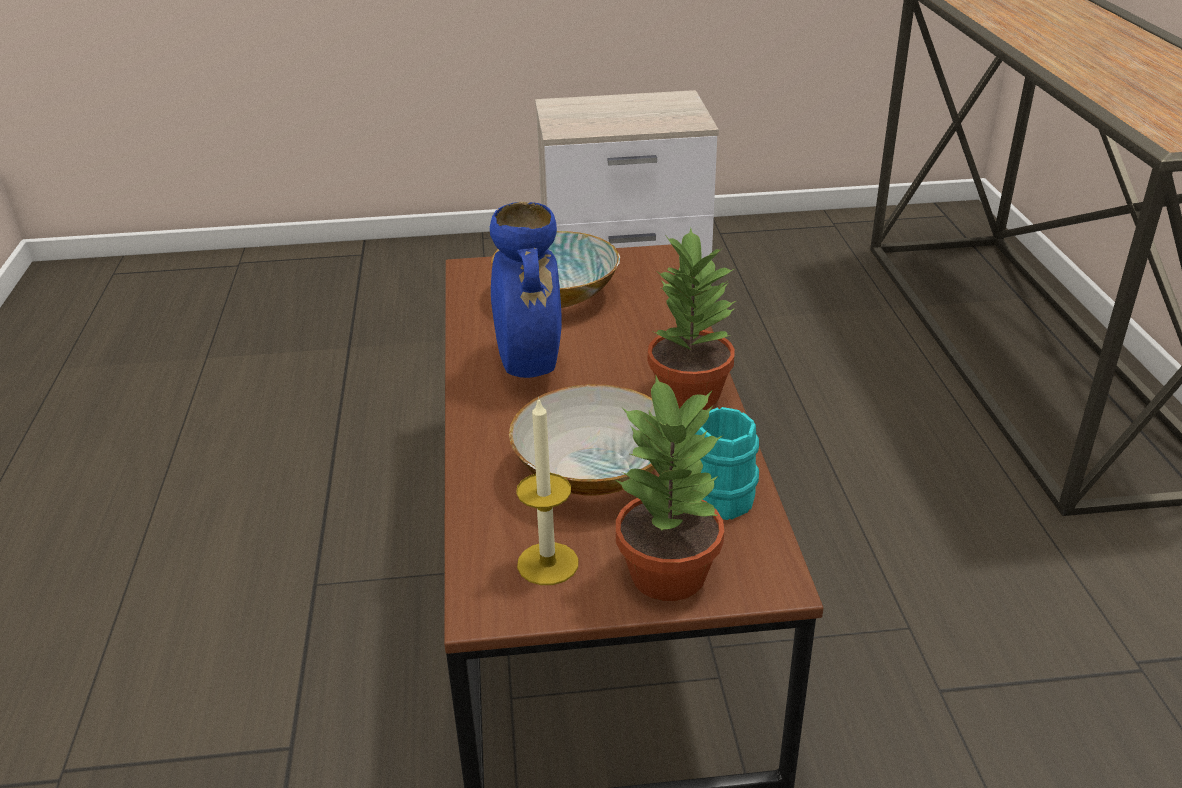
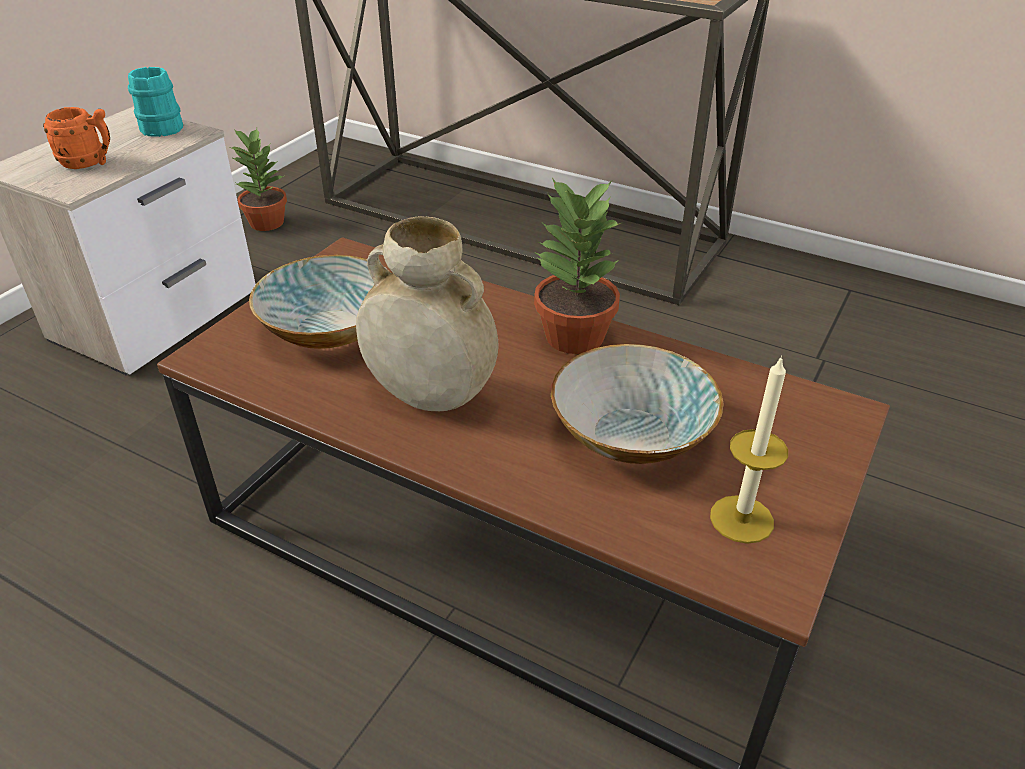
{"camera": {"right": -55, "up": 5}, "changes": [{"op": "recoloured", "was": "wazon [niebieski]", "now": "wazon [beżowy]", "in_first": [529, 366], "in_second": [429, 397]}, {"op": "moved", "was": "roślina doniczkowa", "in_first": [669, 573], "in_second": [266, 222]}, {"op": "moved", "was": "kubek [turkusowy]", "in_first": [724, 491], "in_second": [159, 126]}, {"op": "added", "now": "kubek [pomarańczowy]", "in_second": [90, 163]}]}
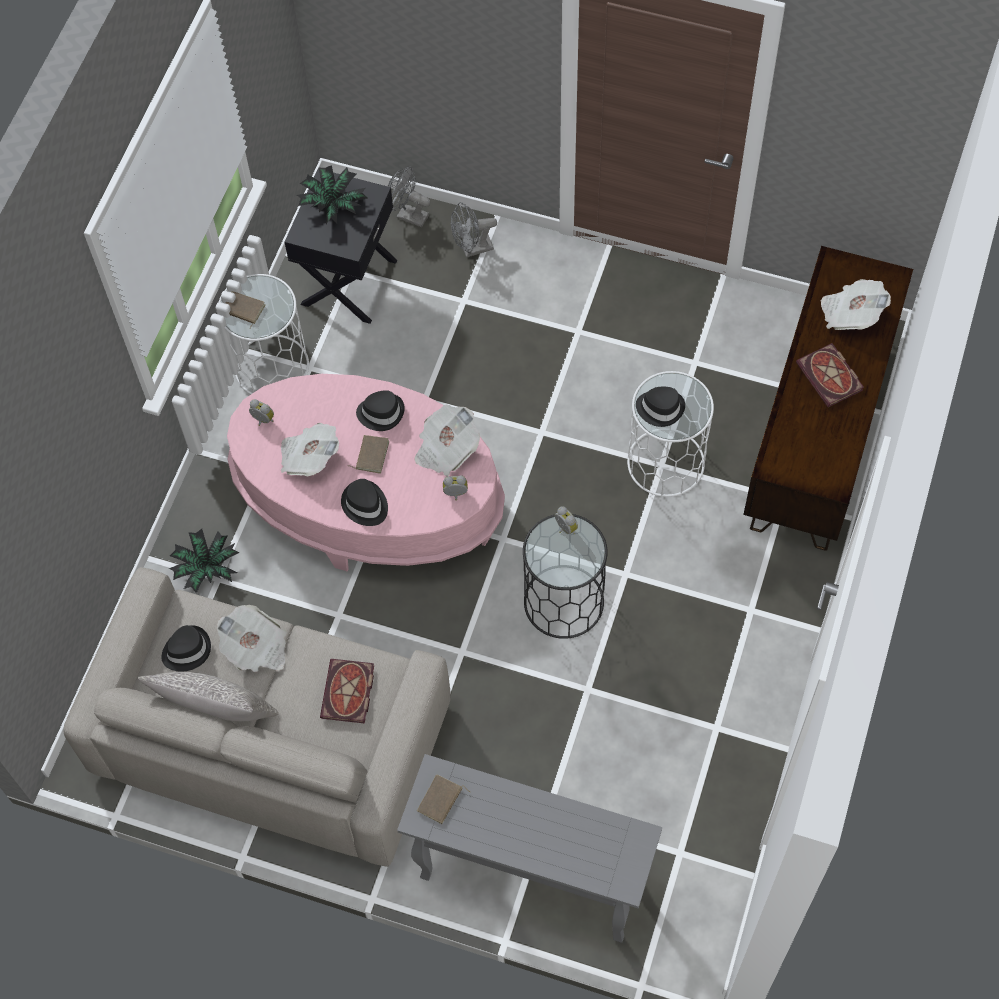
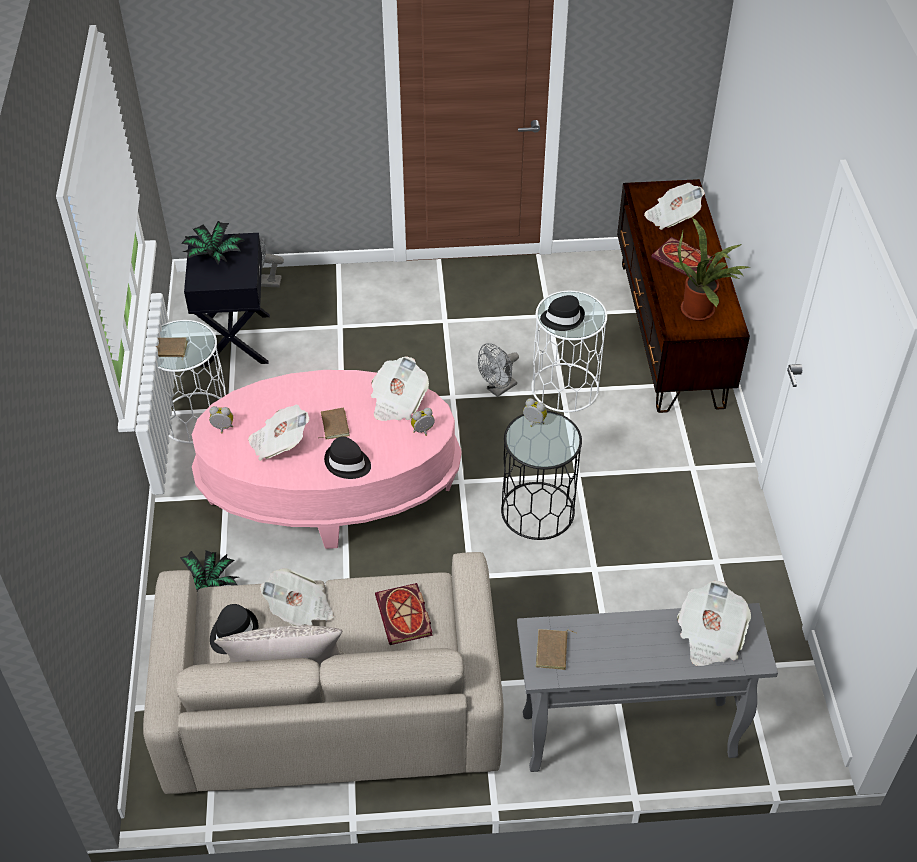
{"camera": {"right": -25, "up": -15}, "changes": [{"op": "moved", "was": "wentylator [szary]", "in_first": [472, 249], "in_second": [498, 389]}, {"op": "removed", "was": "kapelusz [czarny]", "in_first": [381, 412]}, {"op": "added", "now": "roślina doniczkowa", "in_second": [701, 310]}, {"op": "added", "now": "gazeta", "in_second": [709, 636]}]}
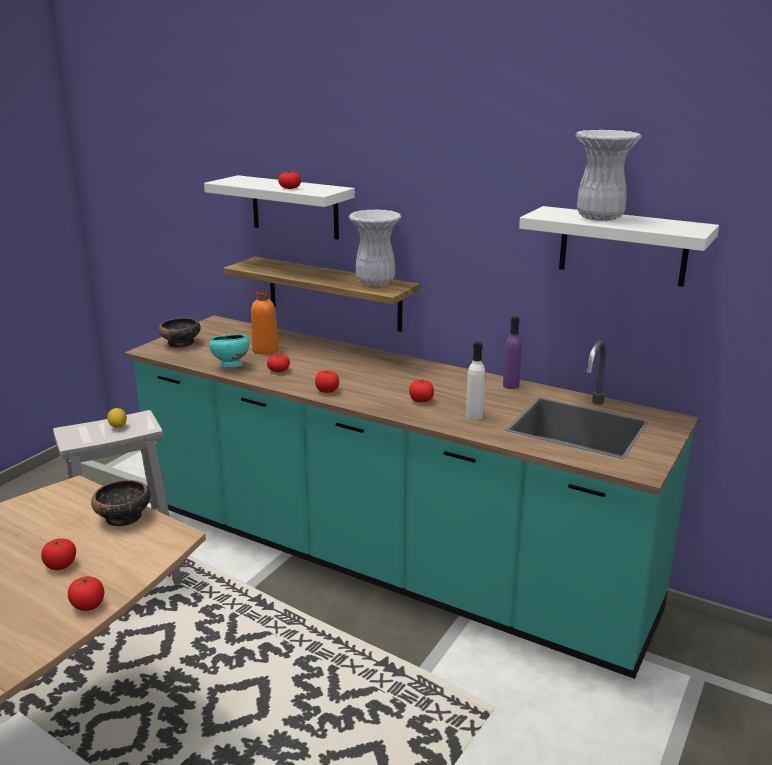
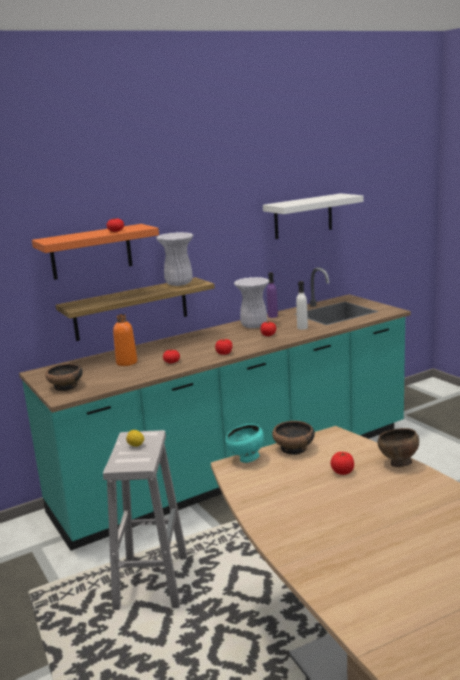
{"camera": {"right": -60, "up": -5}, "changes": [{"op": "moved", "was": "wazon [biały]", "in_first": [598, 218], "in_second": [254, 326]}, {"op": "recoloured", "was": "półka [biały]", "now": "półka [pomarańczowy]", "in_first": [294, 207], "in_second": [91, 252]}, {"op": "moved", "was": "miska [turkusowy]", "in_first": [230, 366], "in_second": [246, 459]}, {"op": "replaced", "was": "pomidor", "now": "miska [brązowy]", "in_first": [88, 605], "in_second": [398, 464]}]}
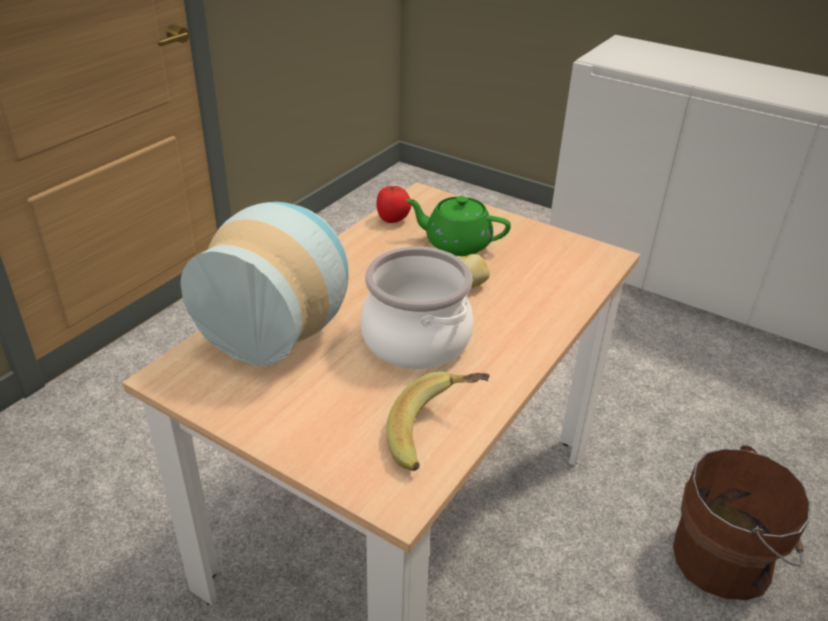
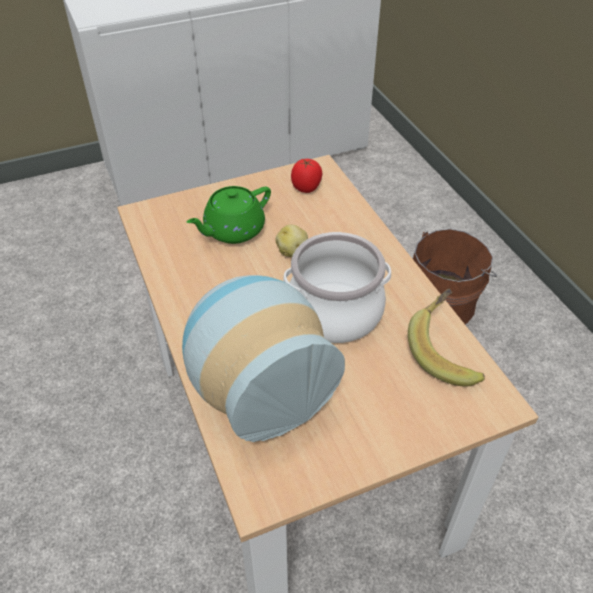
{"camera": {"right": -55, "up": 10}, "changes": [{"op": "moved", "was": "pomidor", "in_first": [393, 219], "in_second": [306, 188]}]}
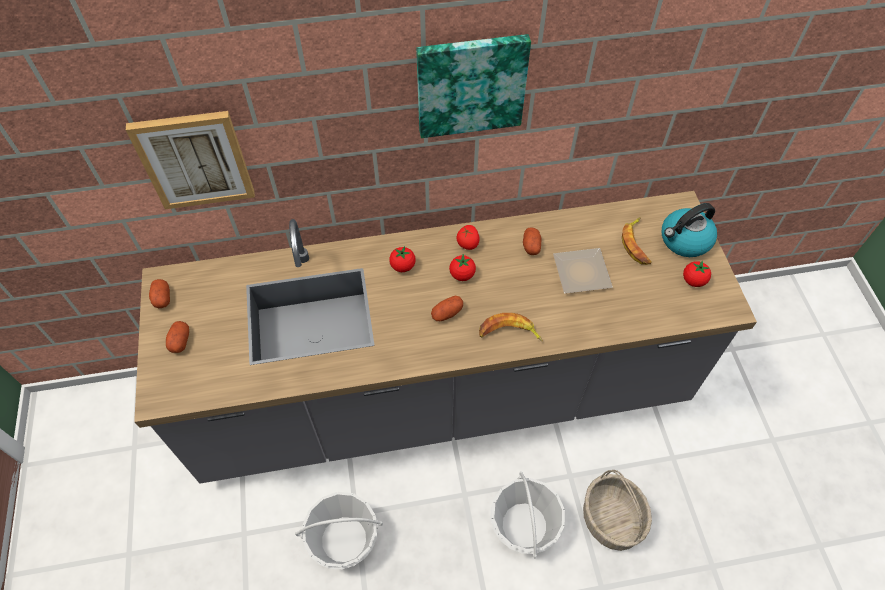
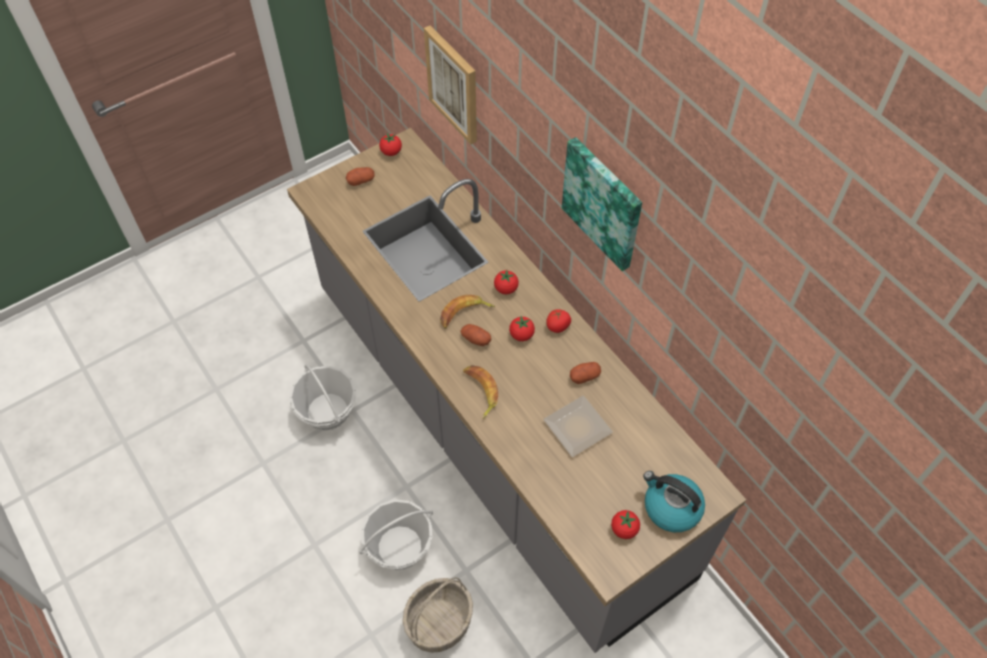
{"camera": {"right": 65, "up": 0}, "changes": [{"op": "moved", "was": "banan", "in_first": [636, 244], "in_second": [464, 314]}, {"op": "replaced", "was": "ziemniak", "now": "pomidor", "in_first": [162, 298], "in_second": [391, 152]}]}
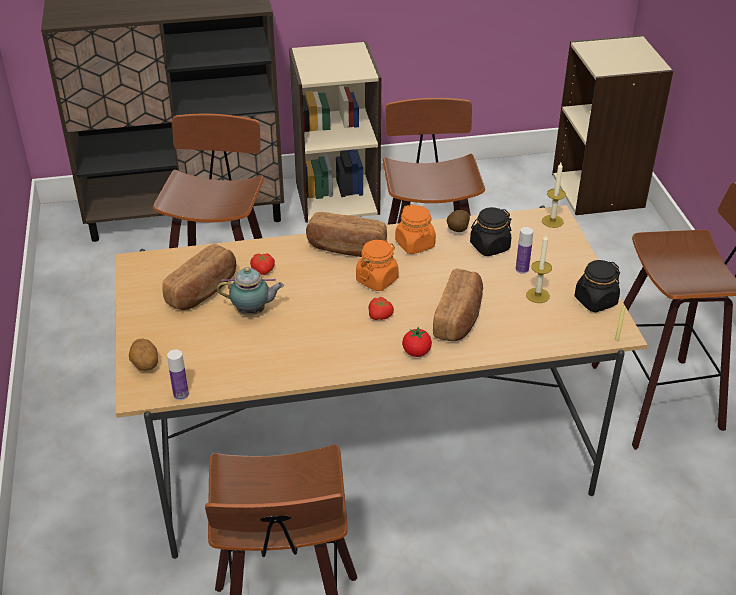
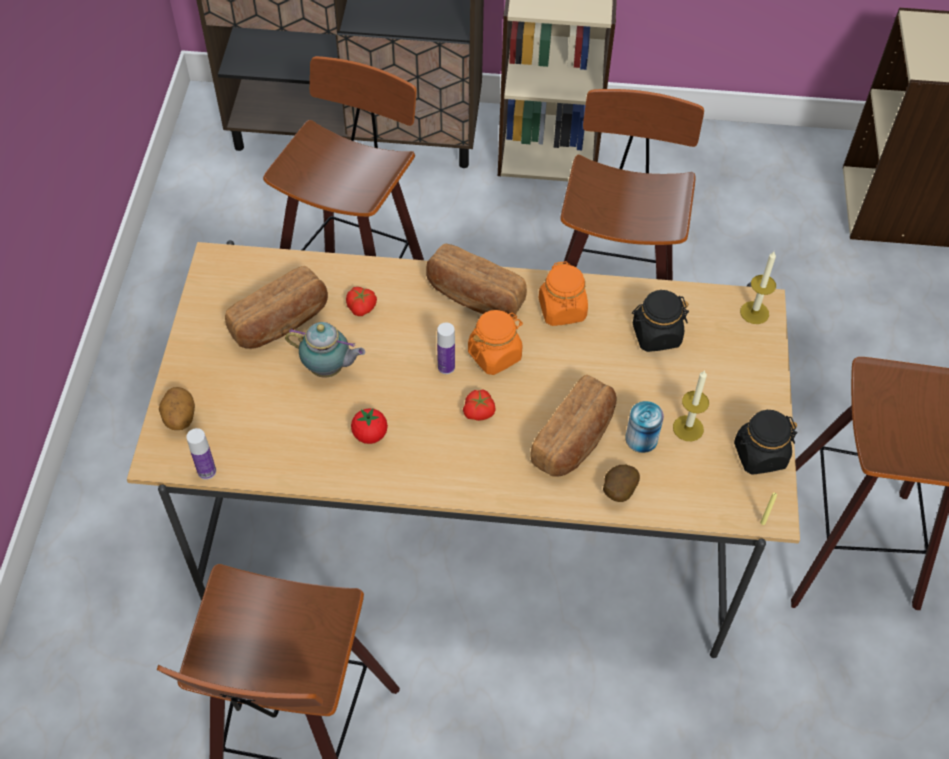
{"camera": {"right": 15, "up": 15}, "changes": [{"op": "moved", "was": "ziemniak", "in_first": [456, 230], "in_second": [617, 491]}, {"op": "moved", "was": "butelka", "in_first": [522, 269], "in_second": [446, 367]}, {"op": "moved", "was": "pomidor", "in_first": [416, 352], "in_second": [370, 434]}, {"op": "added", "now": "puszka", "in_second": [641, 438]}]}
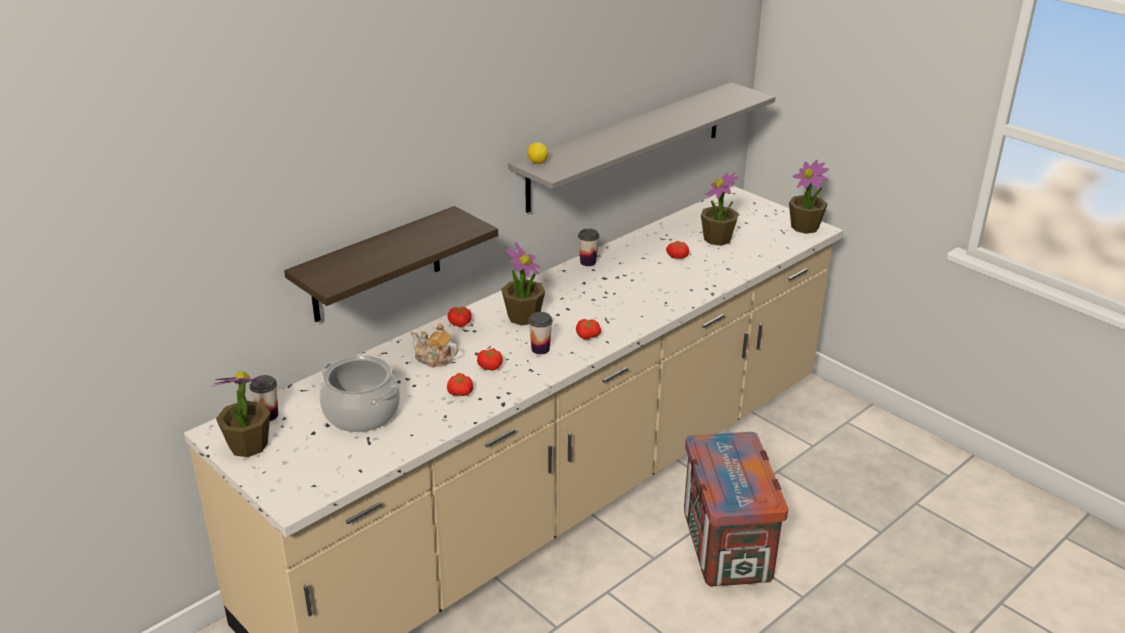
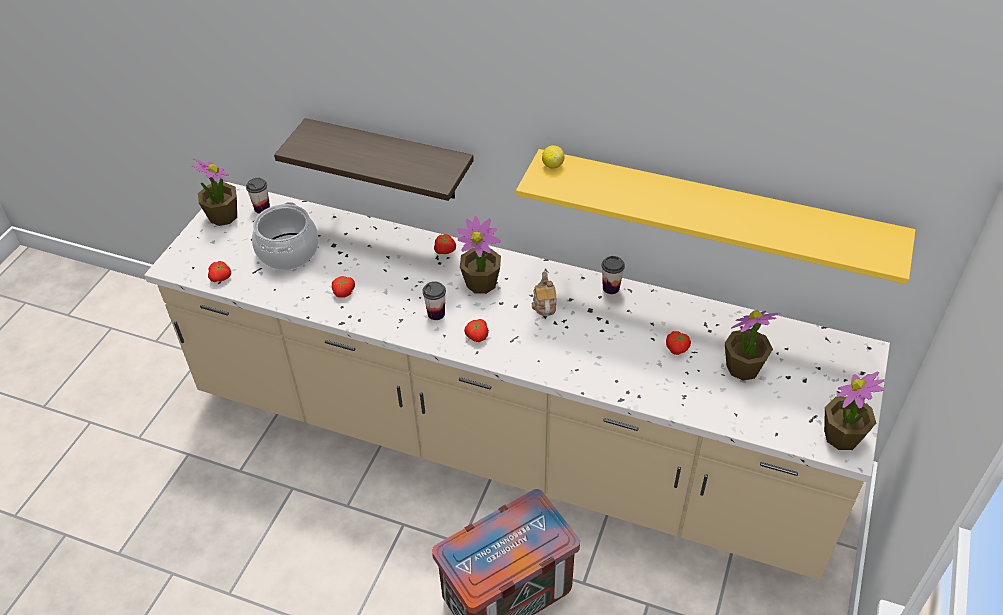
{"camera": {"right": 65, "up": 15}, "changes": [{"op": "recoloured", "was": "półka [szary]", "now": "półka [żółty]", "in_first": [627, 145], "in_second": [713, 212]}, {"op": "moved", "was": "imbryk", "in_first": [434, 359], "in_second": [544, 304]}, {"op": "moved", "was": "pomidor", "in_first": [490, 366], "in_second": [221, 277]}]}
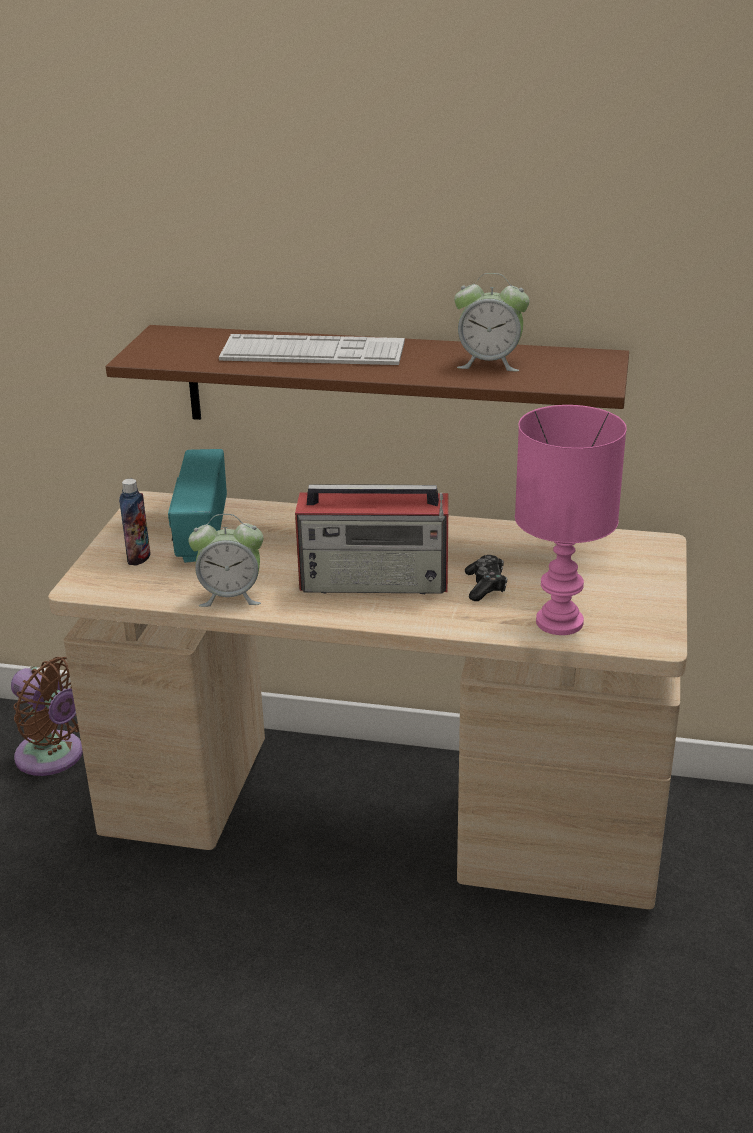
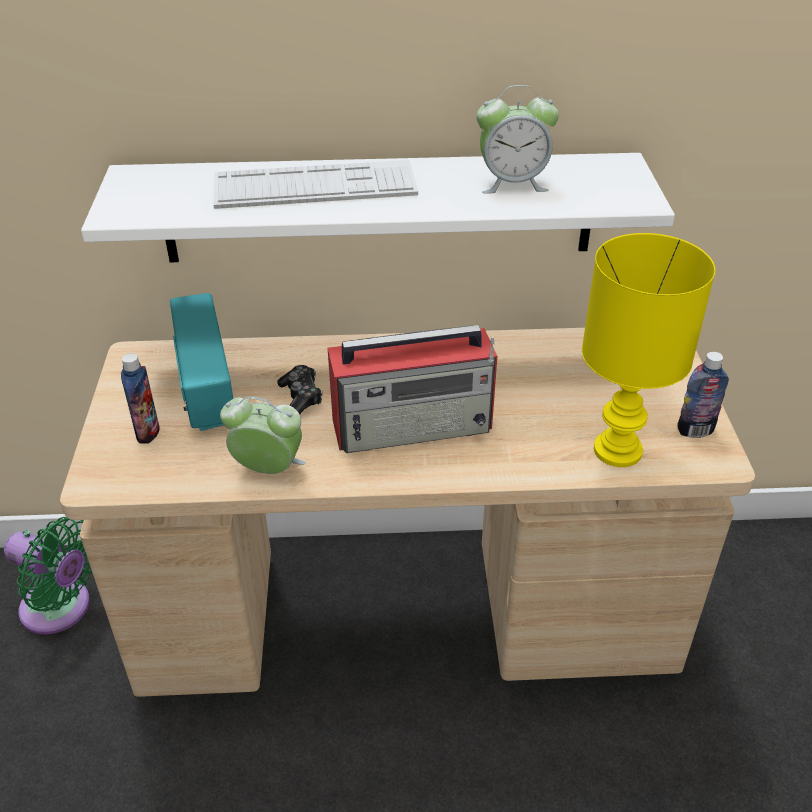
{"camera": {"right": -15, "up": 10}, "changes": [{"op": "recoloured", "was": "półka [brązowy]", "now": "półka [biały]", "in_first": [381, 384], "in_second": [378, 208]}, {"op": "recoloured", "was": "lampa stołowa [różowy]", "now": "lampa stołowa [żółty]", "in_first": [558, 621], "in_second": [616, 449]}, {"op": "turned", "was": "budzik", "in_first": [230, 596], "in_second": [268, 469], "clockwise": -150}, {"op": "moved", "was": "pad do gier", "in_first": [485, 586], "in_second": [301, 398]}, {"op": "recoloured", "was": "wentylator [brązowy]", "now": "wentylator [zielony]", "in_first": [54, 757], "in_second": [61, 609]}, {"op": "added", "now": "butelka", "in_second": [695, 430]}]}
